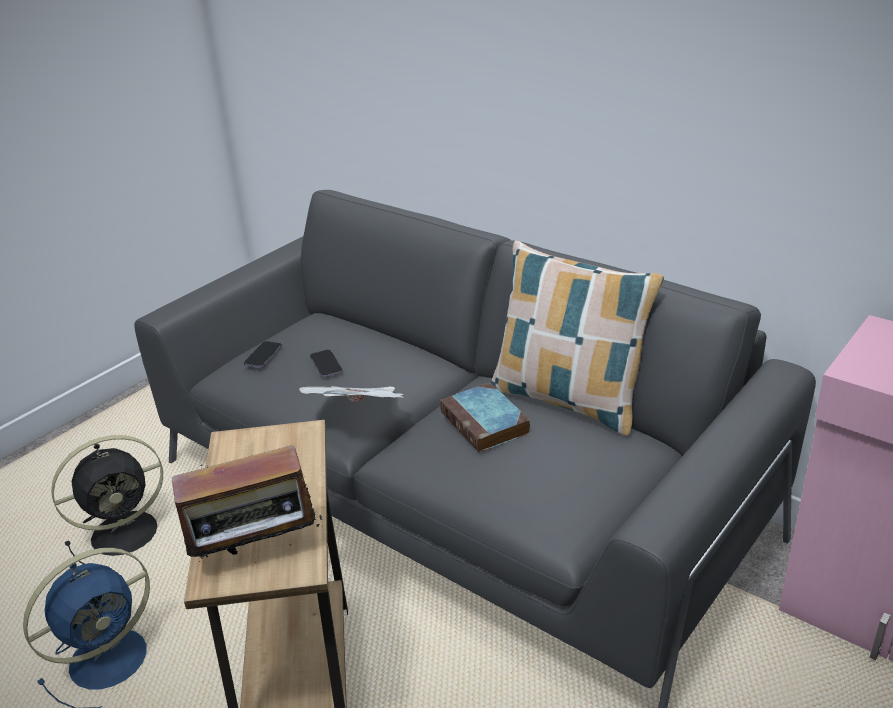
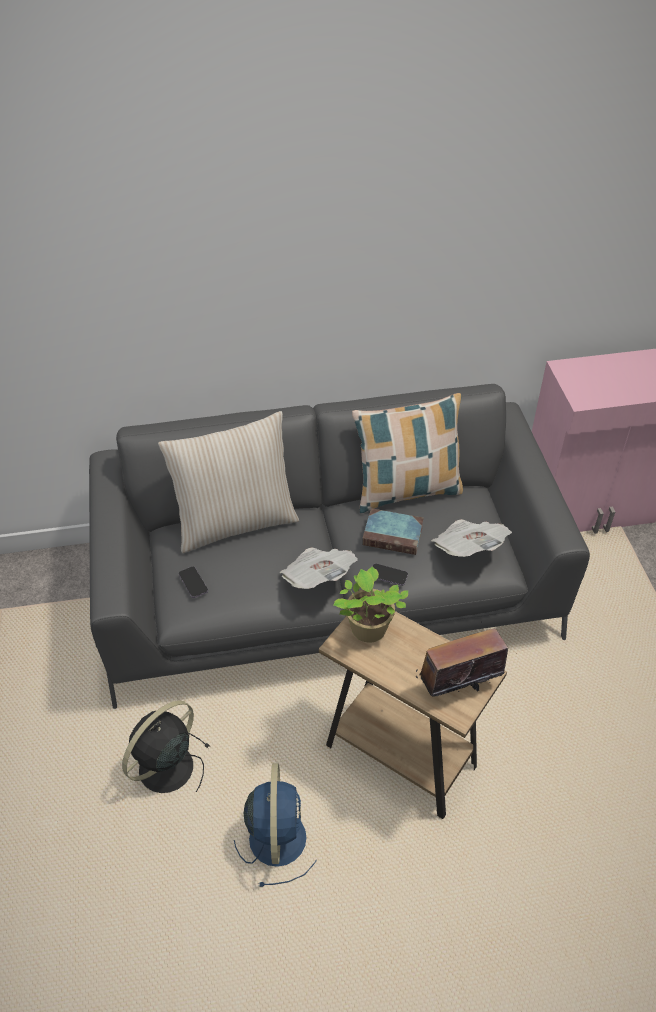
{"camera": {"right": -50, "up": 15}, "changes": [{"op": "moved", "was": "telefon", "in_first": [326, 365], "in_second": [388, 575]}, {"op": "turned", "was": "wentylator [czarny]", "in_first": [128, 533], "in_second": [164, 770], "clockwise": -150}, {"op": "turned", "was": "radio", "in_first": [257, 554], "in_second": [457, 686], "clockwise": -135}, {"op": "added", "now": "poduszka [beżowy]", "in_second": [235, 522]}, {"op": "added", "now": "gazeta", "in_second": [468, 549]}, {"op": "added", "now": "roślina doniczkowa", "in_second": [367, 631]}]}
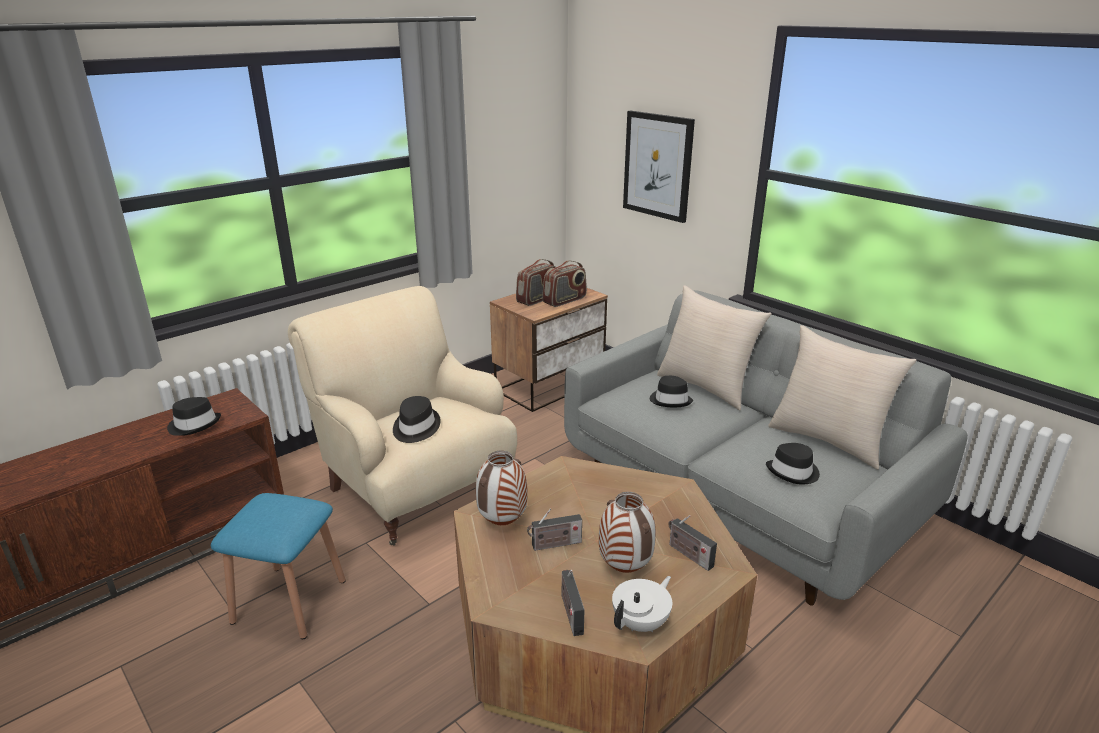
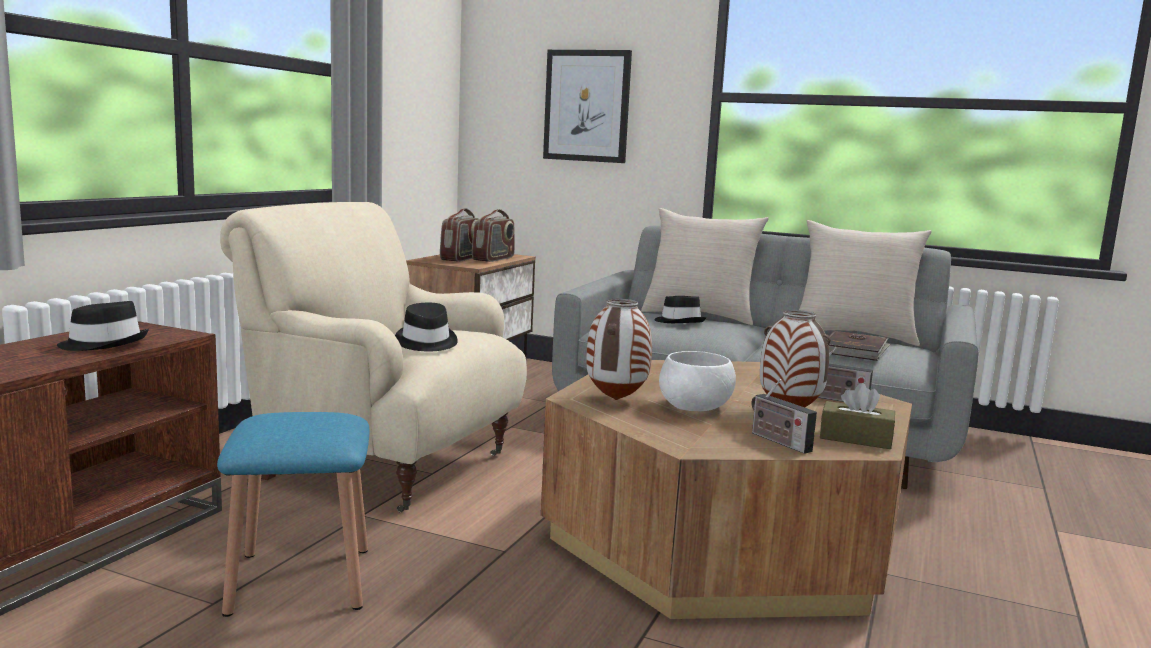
{"camera": {"right": -25, "up": -15}, "changes": [{"op": "replaced", "was": "kapelusz [czarny]", "now": "książka [brązowy]", "in_first": [793, 472], "in_second": [855, 349]}, {"op": "replaced", "was": "radio", "now": "miska [biały]", "in_first": [554, 545], "in_second": [694, 406]}, {"op": "replaced", "was": "imbryk [biały]", "now": "pudełko chusteczek [brązowy]", "in_first": [641, 622], "in_second": [855, 438]}]}
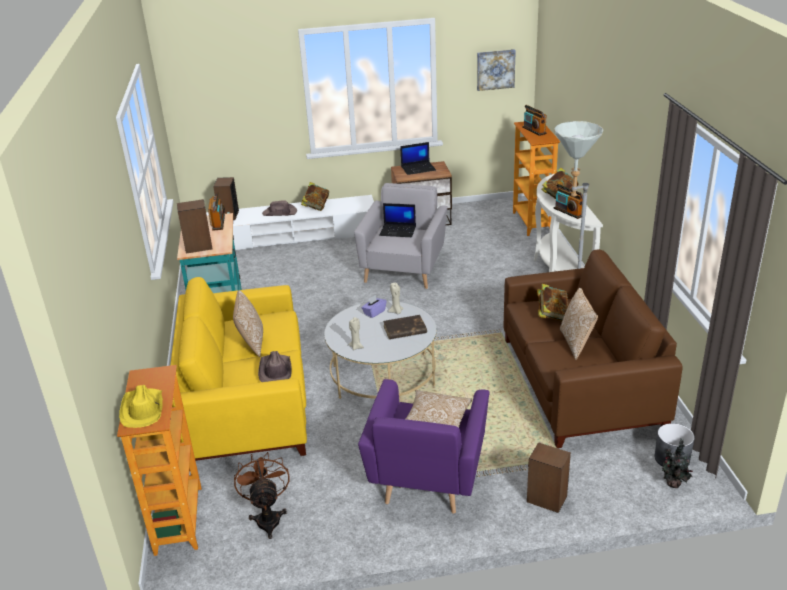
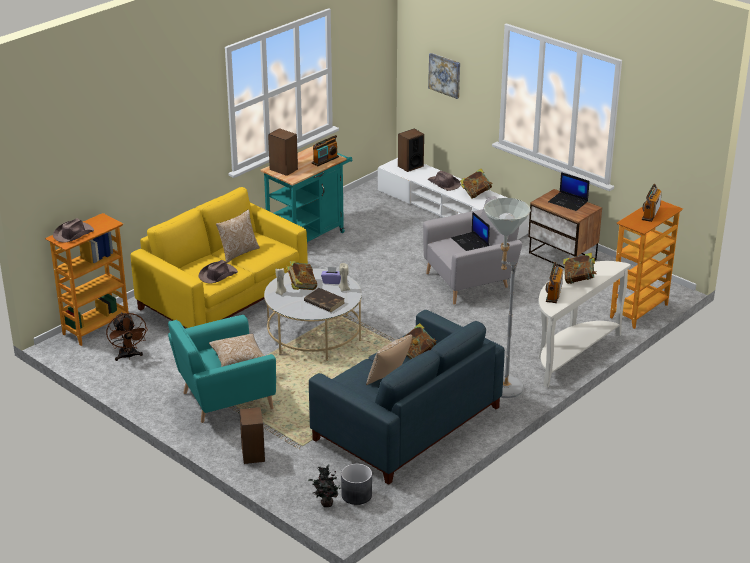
{"camera": {"right": 50, "up": 0}, "changes": [{"op": "moved", "was": "obraz", "in_first": [495, 69], "in_second": [445, 75]}, {"op": "recoloured", "was": "kanapa [brązowy]", "now": "kanapa [niebieski]", "in_first": [579, 383], "in_second": [406, 423]}, {"op": "recoloured", "was": "fotel [fioletowy]", "now": "fotel [turkusowy]", "in_first": [427, 478], "in_second": [223, 399]}, {"op": "recoloured", "was": "kapelusz [żółty]", "now": "kapelusz [brązowy]", "in_first": [143, 409], "in_second": [73, 234]}, {"op": "turned", "was": "wentylator [brązowy]", "in_first": [268, 517], "in_second": [128, 356], "clockwise": 120}, {"op": "added", "now": "książka", "in_second": [301, 286]}]}
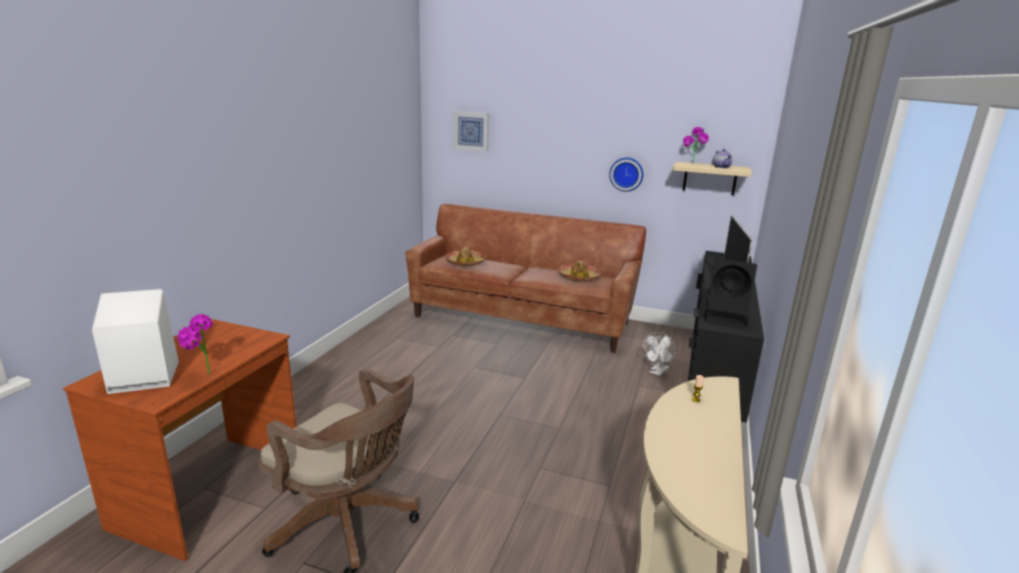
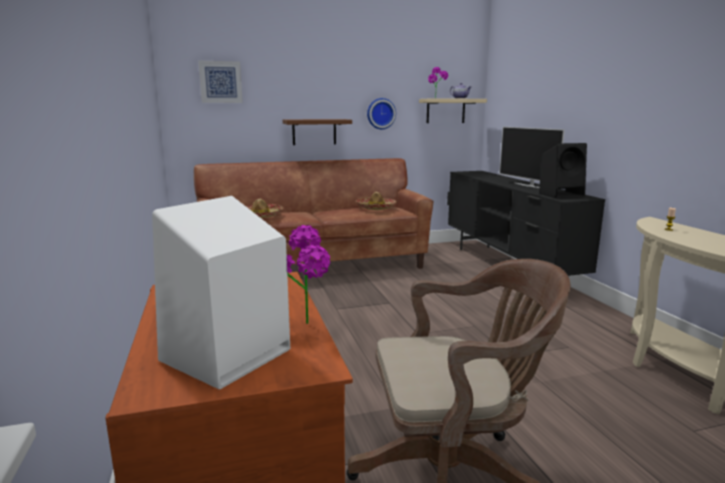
{"camera": {"right": -35, "up": -5}, "changes": [{"op": "removed", "was": "wentylator [biały]", "in_first": [657, 372]}, {"op": "added", "now": "półka [brązowy]", "in_second": [314, 132]}]}
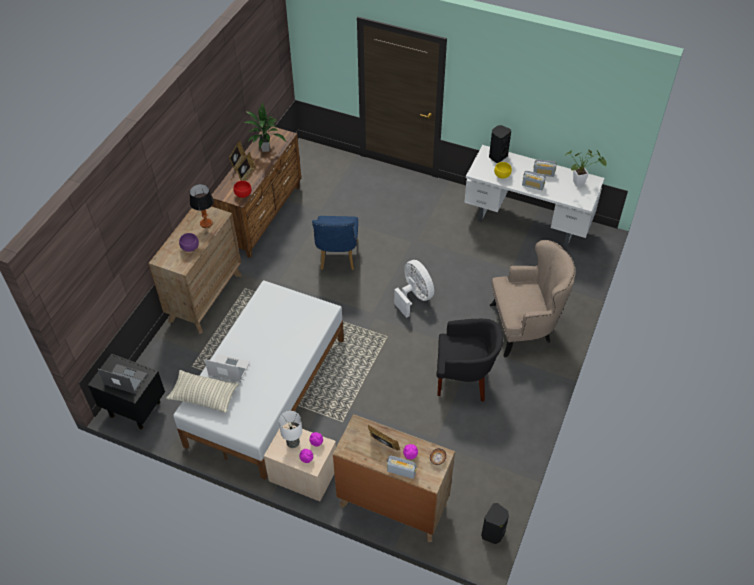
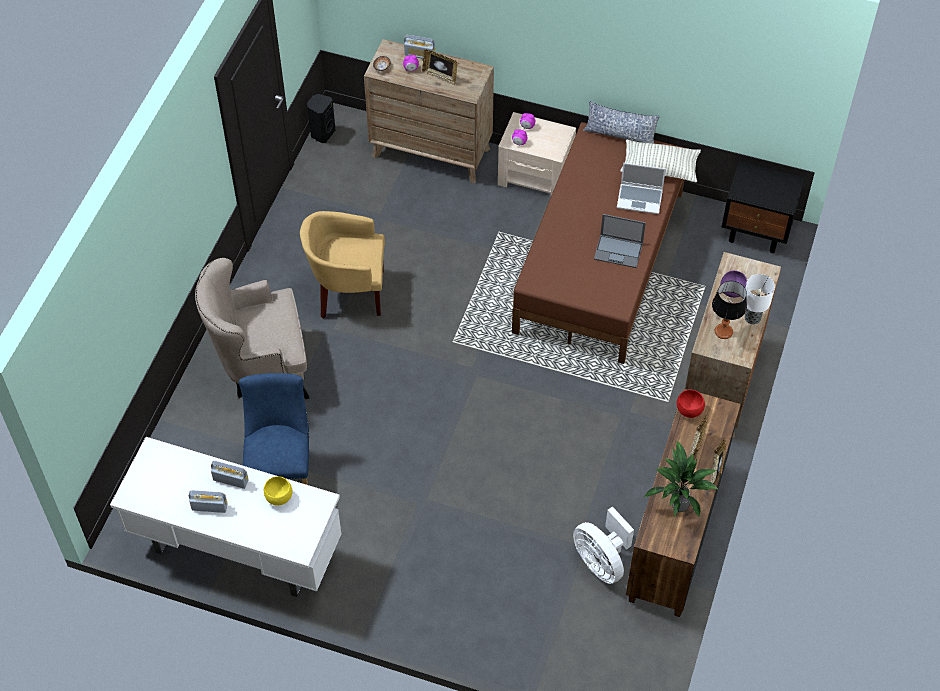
{"camera": {"right": 175, "up": 5}, "changes": [{"op": "removed", "was": "głośnik [czarny]", "in_first": [497, 156]}, {"op": "removed", "was": "roślina doniczkowa", "in_first": [580, 182]}, {"op": "moved", "was": "krzesło [niebieski]", "in_first": [337, 258], "in_second": [281, 468]}, {"op": "moved", "was": "wentylator [biały]", "in_first": [414, 297], "in_second": [601, 562]}, {"op": "recoloured", "was": "łóżko [biały]", "now": "łóżko [brązowy]", "in_first": [266, 391], "in_second": [600, 261]}, {"op": "recoloured", "was": "fotel [czarny]", "now": "fotel [żółty]", "in_first": [464, 379], "in_second": [348, 291]}, {"op": "moved", "was": "laptop", "in_first": [125, 379], "in_second": [619, 251]}, {"op": "moved", "was": "lampa stołowa", "in_first": [292, 442], "in_second": [753, 318]}, {"op": "added", "now": "poduszka", "in_second": [620, 135]}]}
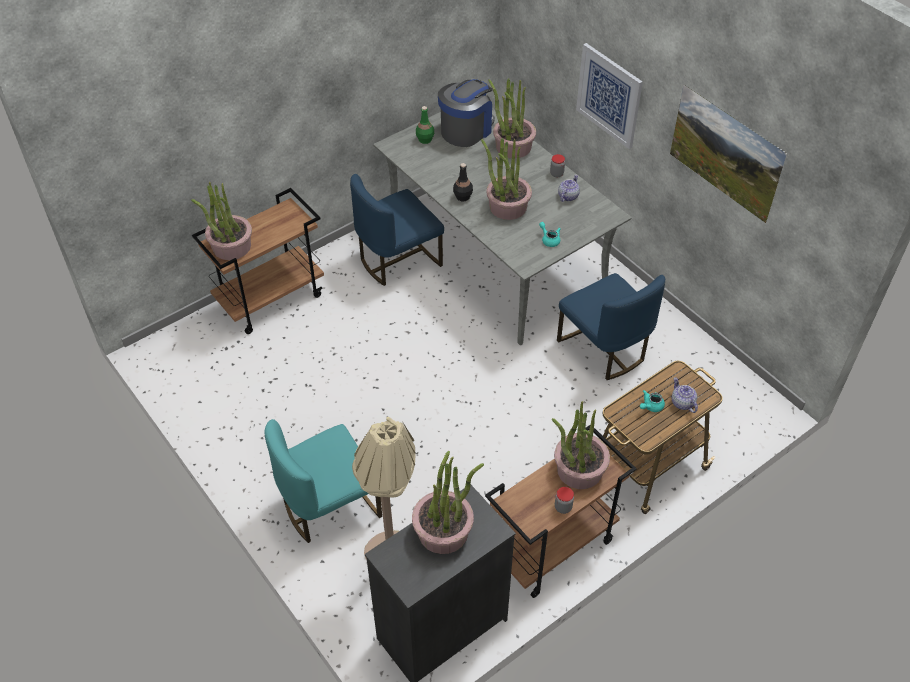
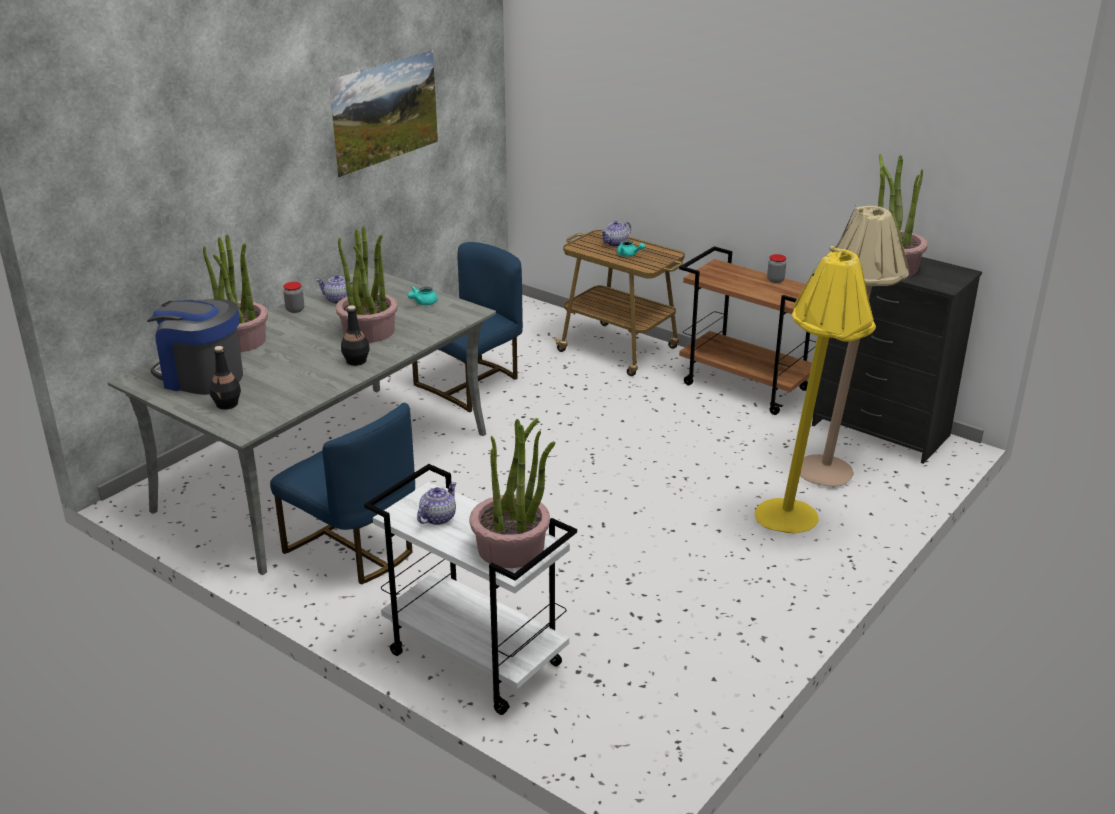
{"camera": {"right": -105, "up": -20}, "changes": [{"op": "removed", "was": "obraz", "in_first": [609, 95]}, {"op": "recoloured", "was": "butelka [zielony]", "now": "butelka [czarny]", "in_first": [425, 140], "in_second": [227, 404]}, {"op": "recoloured", "was": "wózek [brązowy]", "now": "wózek [biały]", "in_first": [271, 298], "in_second": [473, 659]}, {"op": "removed", "was": "roślina doniczkowa", "in_first": [579, 470]}, {"op": "replaced", "was": "krzesło [turkusowy]", "now": "lampa stojąca [żółty]", "in_first": [329, 505], "in_second": [798, 523]}, {"op": "added", "now": "imbryk", "in_second": [437, 517]}]}
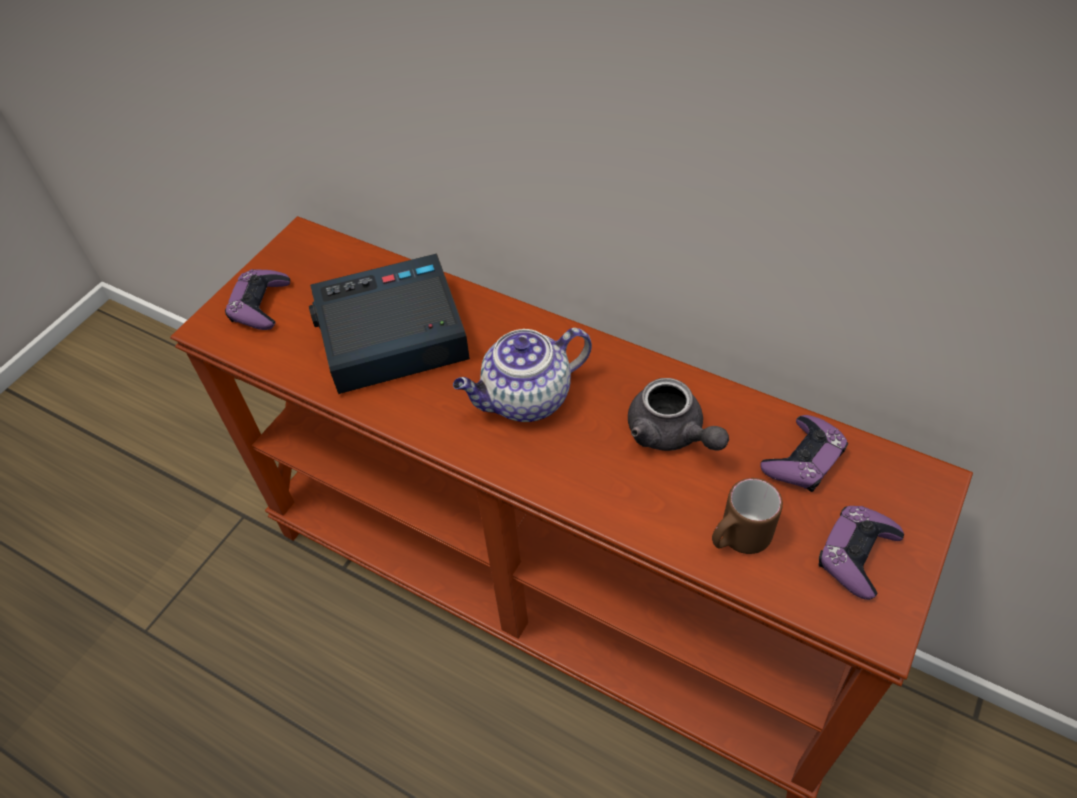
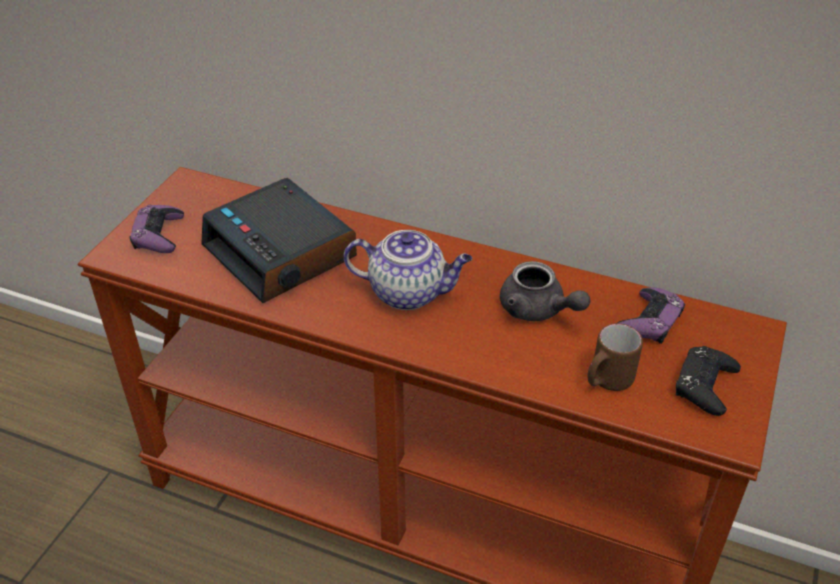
{"camera": {"right": -10, "up": -10}, "changes": [{"op": "turned", "was": "budzik", "in_first": [391, 336], "in_second": [282, 252], "clockwise": -105}, {"op": "turned", "was": "imbryk", "in_first": [525, 400], "in_second": [409, 293], "clockwise": -135}, {"op": "recoloured", "was": "pad do gier [fioletowy]", "now": "pad do gier [czarny]", "in_first": [857, 554], "in_second": [705, 385]}]}
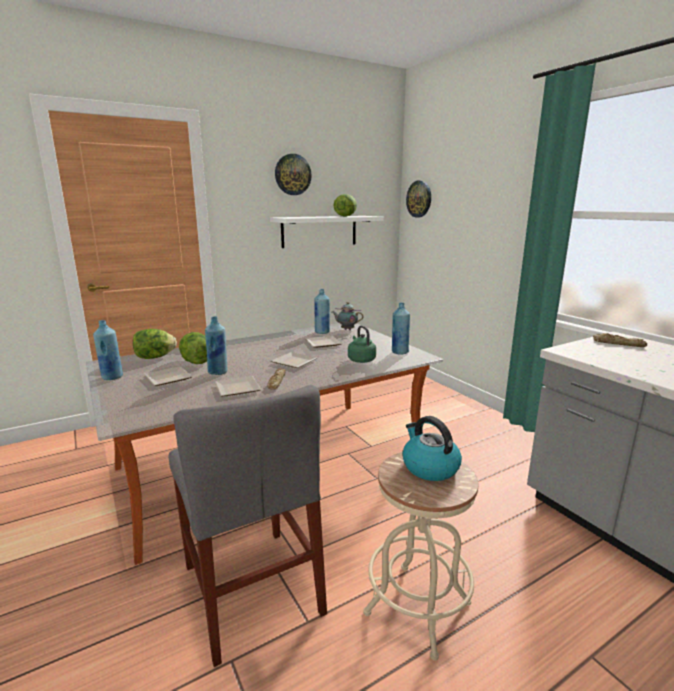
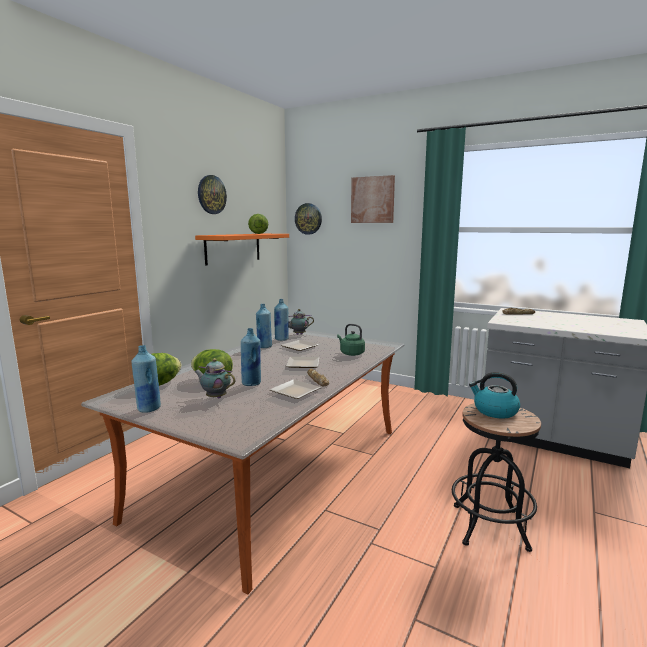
{"camera": {"right": -30, "up": -5}, "changes": [{"op": "recoloured", "was": "półka [biały]", "now": "półka [pomarańczowy]", "in_first": [319, 231], "in_second": [233, 248]}, {"op": "moved", "was": "butelka [niebieski]", "in_first": [399, 352], "in_second": [264, 346]}, {"op": "replaced", "was": "talerz", "now": "imbryk", "in_first": [170, 378], "in_second": [215, 397]}, {"op": "removed", "was": "krzesło [szary]", "in_first": [251, 588]}, {"op": "recoloured", "was": "stołek [beżowy]", "now": "stołek [czarny]", "in_first": [417, 608], "in_second": [489, 527]}, {"op": "added", "now": "obraz", "in_second": [372, 200]}]}
